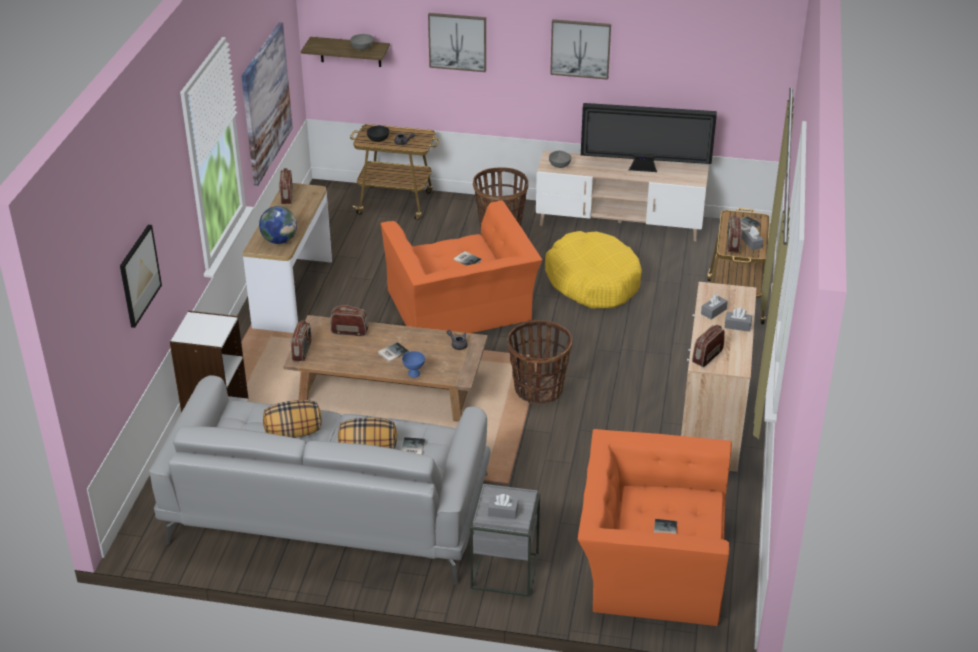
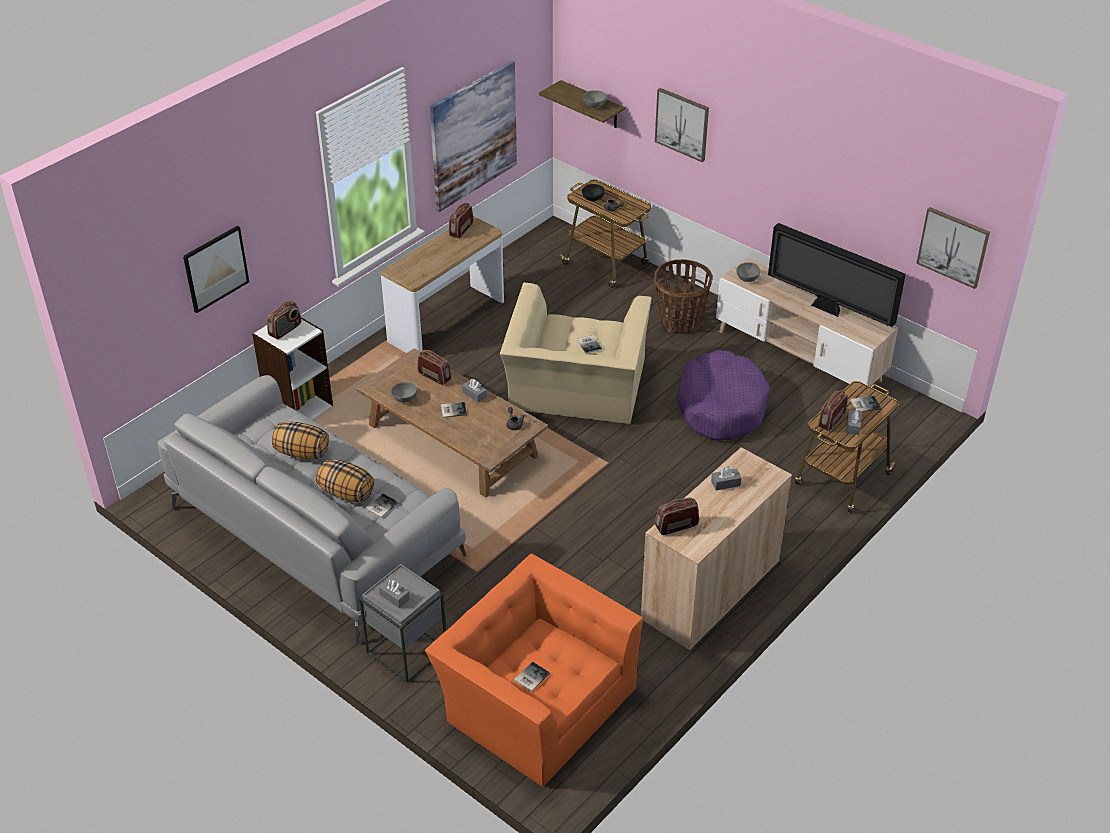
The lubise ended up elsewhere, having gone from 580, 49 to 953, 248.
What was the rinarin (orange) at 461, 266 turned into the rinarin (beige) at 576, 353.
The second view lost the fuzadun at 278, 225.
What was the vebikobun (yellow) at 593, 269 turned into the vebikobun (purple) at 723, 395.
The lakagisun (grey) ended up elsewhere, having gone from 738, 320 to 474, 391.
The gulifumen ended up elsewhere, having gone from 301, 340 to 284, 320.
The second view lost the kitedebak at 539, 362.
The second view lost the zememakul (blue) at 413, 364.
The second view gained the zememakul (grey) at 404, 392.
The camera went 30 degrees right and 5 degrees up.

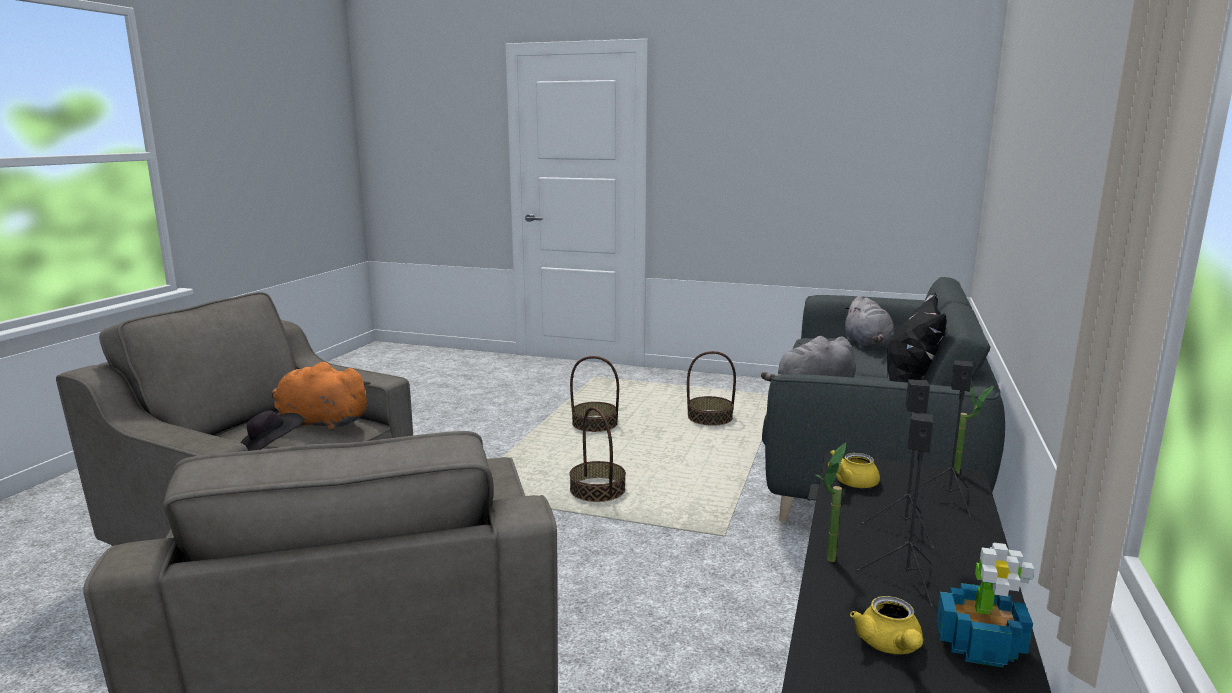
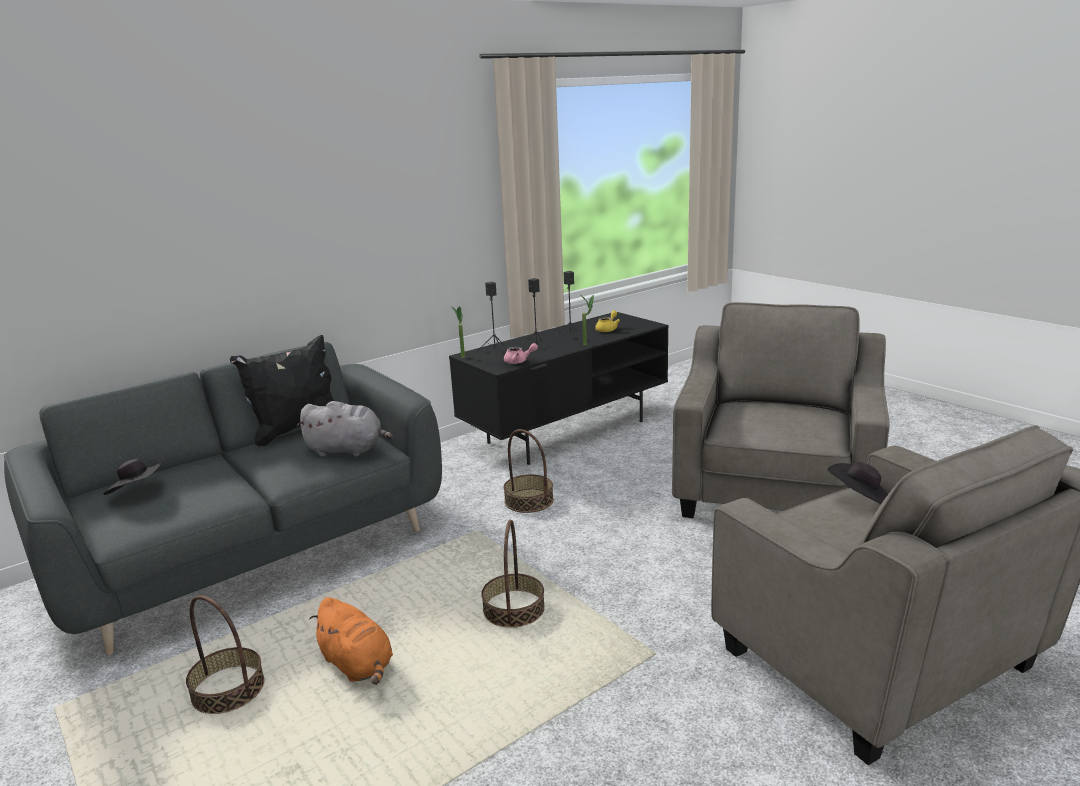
Where the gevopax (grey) stood at 869, 322, the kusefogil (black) came to stand at 133, 476.
The kitedebak ended up elsewhere, having gone from 594, 394 to 528, 471.
The gevopax (orange) ended up elsewhere, having gone from 321, 396 to 351, 641.
What was the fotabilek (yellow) at 854, 469 turned into the fotabilek (pink) at 521, 353.
The second view lost the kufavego at 985, 604.
The camera went 145 degrees left and 5 degrees up.

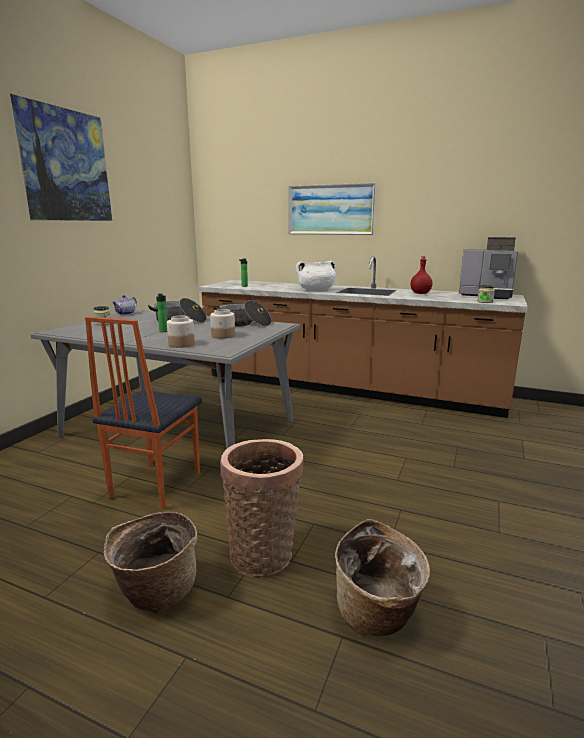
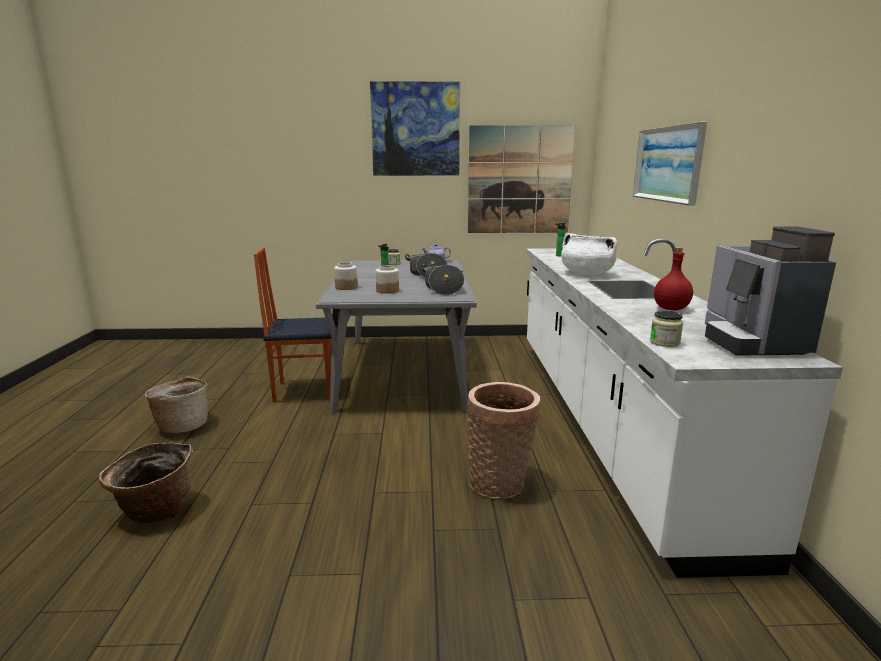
What was the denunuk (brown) at 363, 337 turned into the denunuk (white) at 684, 408.
The kitedebak ended up elsewhere, having gone from 262, 508 to 503, 441.
The second view gained the lubise at 521, 179.
The camera went 65 degrees right and 0 degrees up.

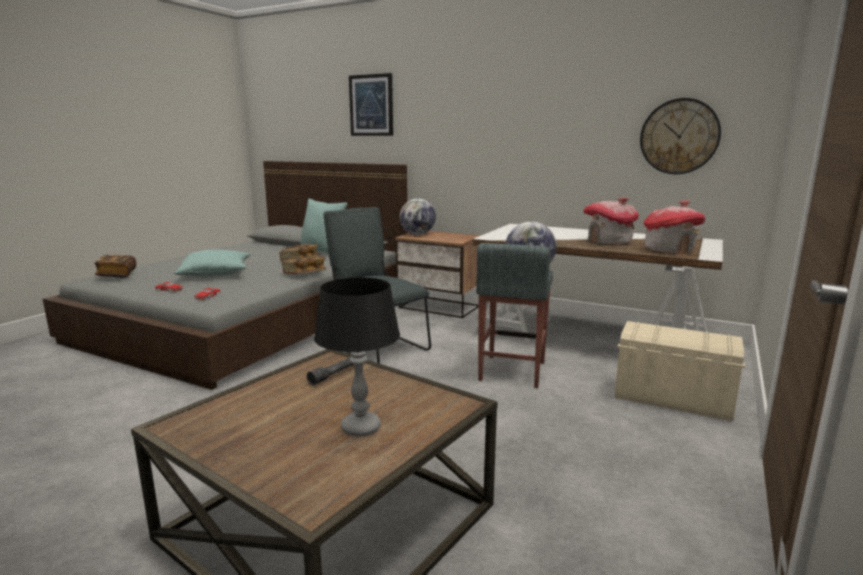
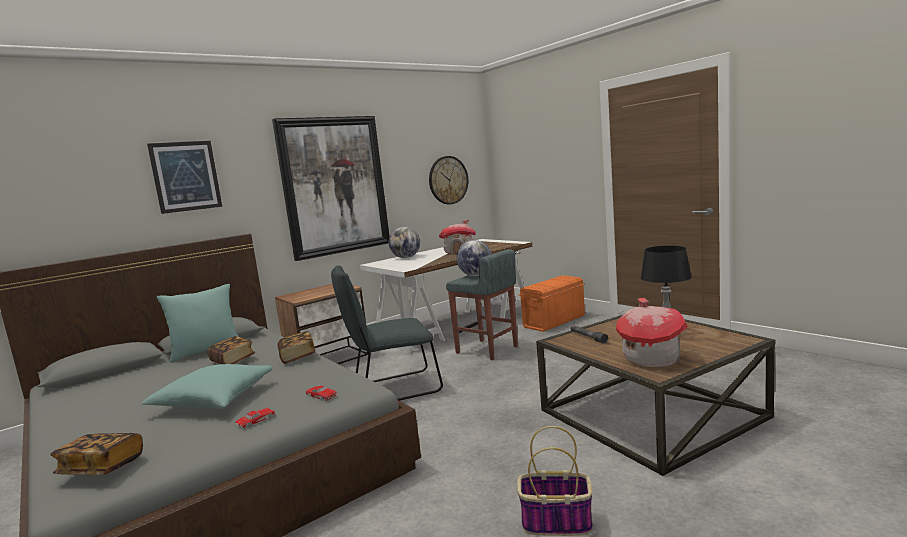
The fuzadun ended up elsewhere, having gone from 418, 216 to 404, 242.
The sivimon ended up elsewhere, having gone from 674, 227 to 652, 332.
What was the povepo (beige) at 680, 371 turned into the povepo (orange) at 552, 303.
The second view gained the lubise at 331, 188.
The second view gained the kitedebak at 555, 481.
The camera went 65 degrees left and 5 degrees down.

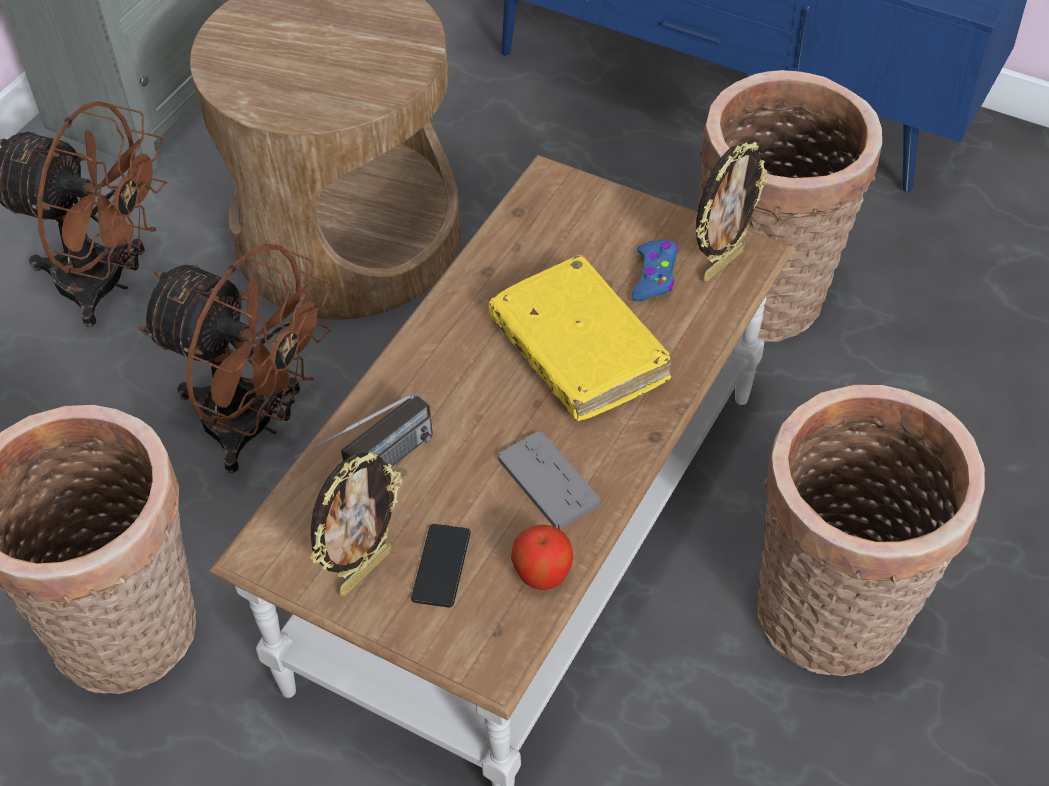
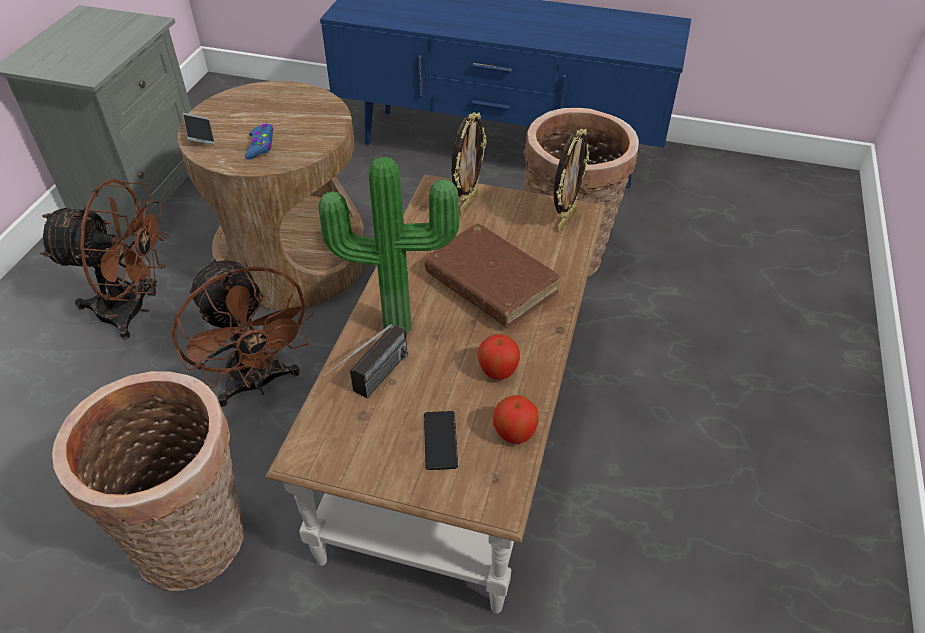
The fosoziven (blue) ended up elsewhere, having gone from 654, 270 to 259, 141.
The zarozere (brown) at 235, 358 ended up facing another way, 45 degrees clockwise from before.
What was the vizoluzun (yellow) at 580, 338 turned into the vizoluzun (brown) at 492, 275.
The second view lost the kitedebak at 871, 530.
Where the fosoziven (grey) stood at 549, 480, the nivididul came to stand at 498, 356.
The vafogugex ended up elsewhere, having gone from 356, 524 to 469, 163.
The second view gained the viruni at 199, 129.
The second view gained the kufavego at 389, 246.
The camera went 15 degrees left and 5 degrees down.

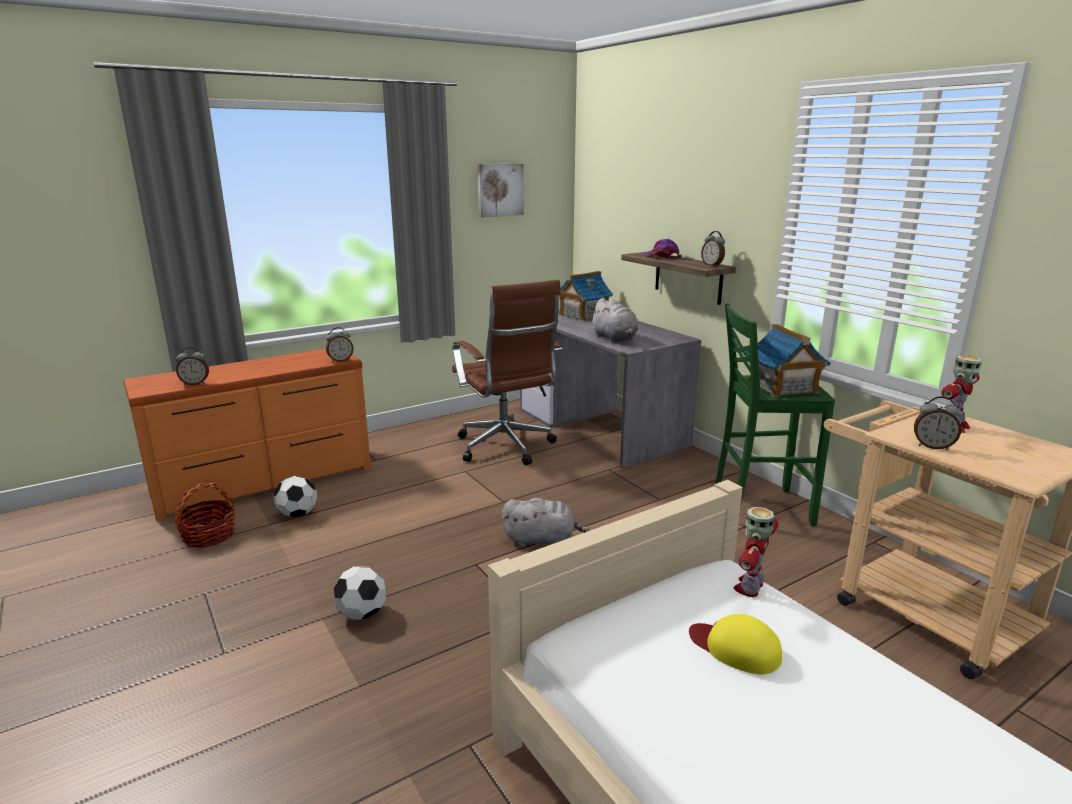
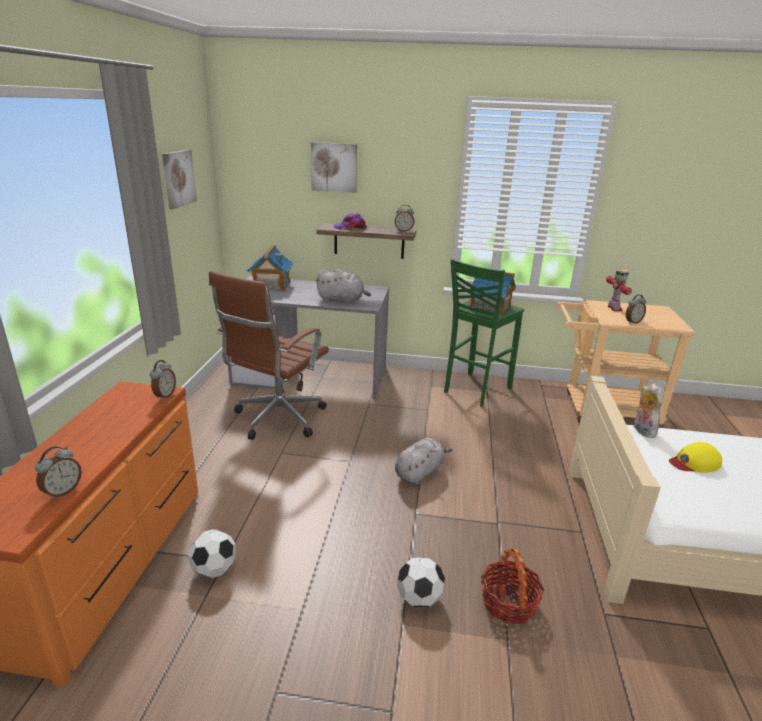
The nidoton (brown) at 507, 373 ended up facing another way, 105 degrees clockwise from before.
The kitedebak ended up elsewhere, having gone from 204, 515 to 512, 586.
Where the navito stood at 755, 552, the gevopax came to stand at 648, 411.
The second view gained the lubise at 334, 167.
The camera went 50 degrees left and 5 degrees up.

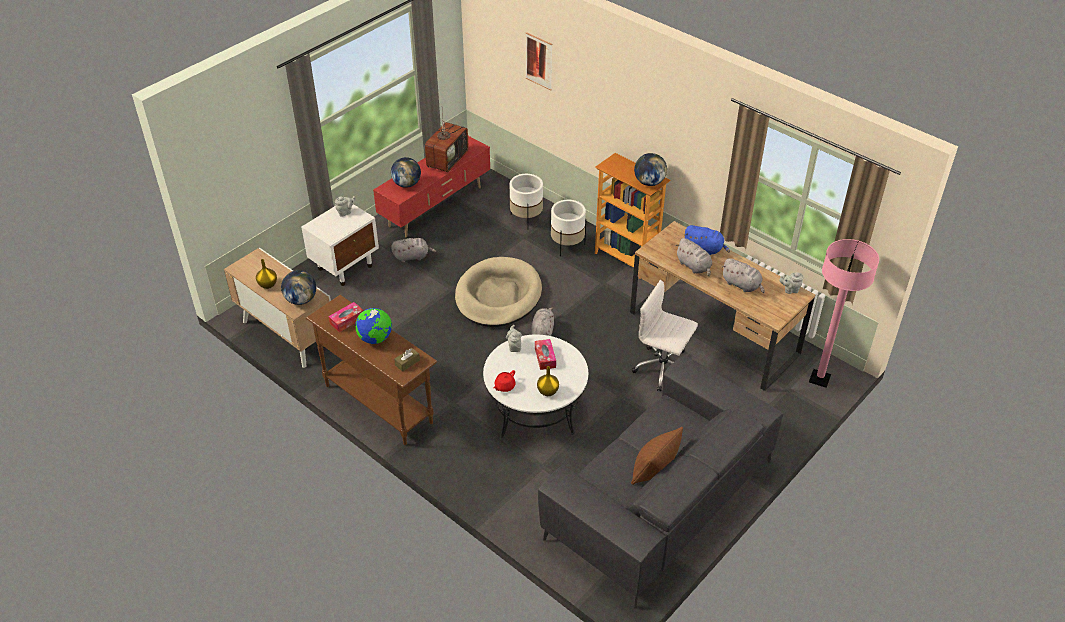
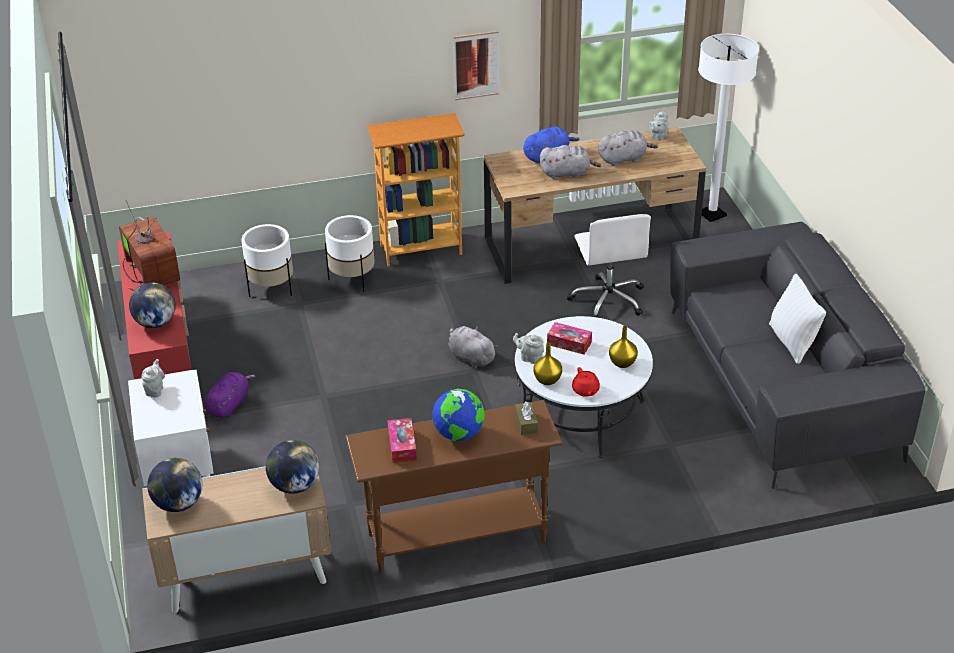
The lubise ended up elsewhere, having gone from 539, 61 to 476, 65.
The fuzadun ended up elsewhere, having gone from 650, 169 to 174, 485.
What was the gevopax (grey) at 413, 250 turned into the gevopax (purple) at 230, 395.
What was the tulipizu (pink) at 844, 313 turned into the tulipizu (white) at 728, 128.
The second view lost the vebikobun (beige) at 498, 292.
The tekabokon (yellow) ended up elsewhere, having gone from 266, 274 to 547, 364.
The nidoton (white) at 665, 336 ended up facing another way, 75 degrees counterclockwise from before.
What was the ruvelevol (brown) at 657, 456 turned into the ruvelevol (white) at 797, 318.
The camera went 55 degrees left and 5 degrees down.

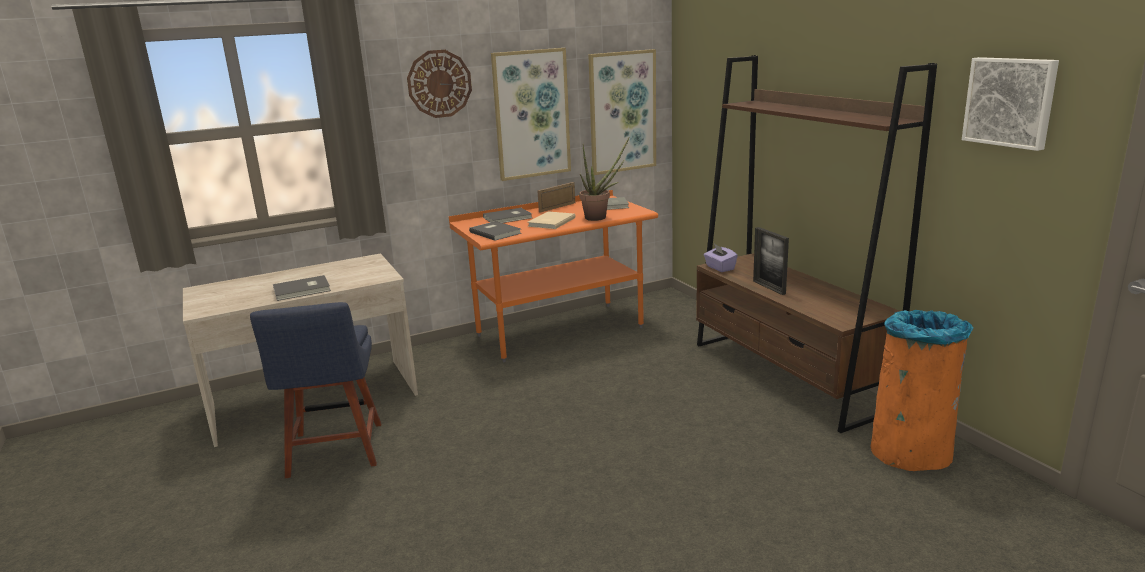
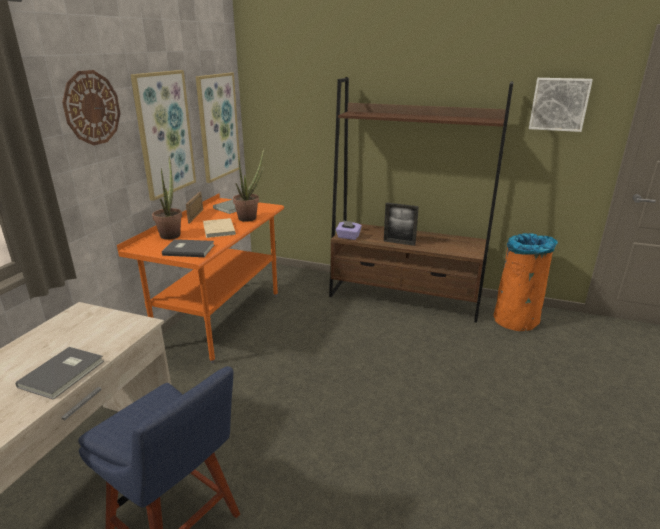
Where the vizoluzun (grey) stood at 507, 215, the kufavego came to stand at 167, 197.
The camera went 45 degrees left and 5 degrees up.

